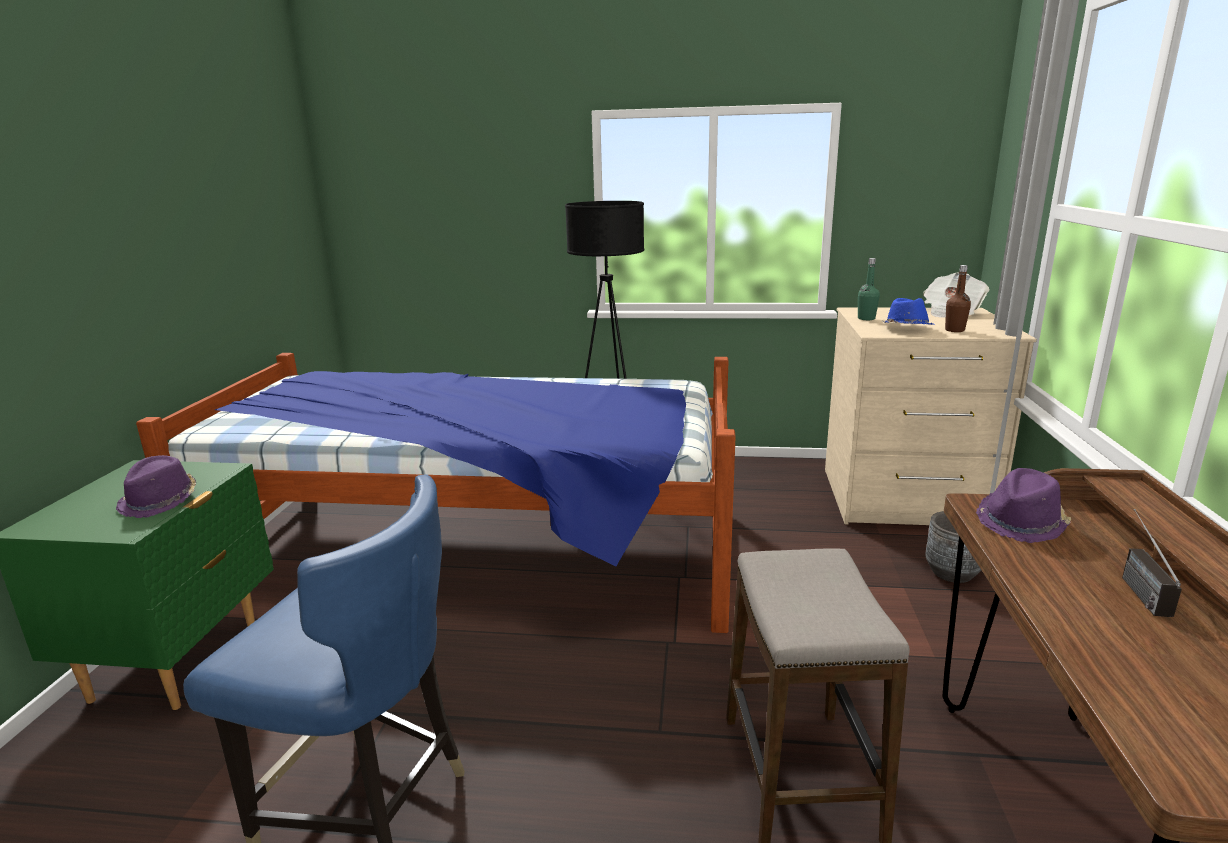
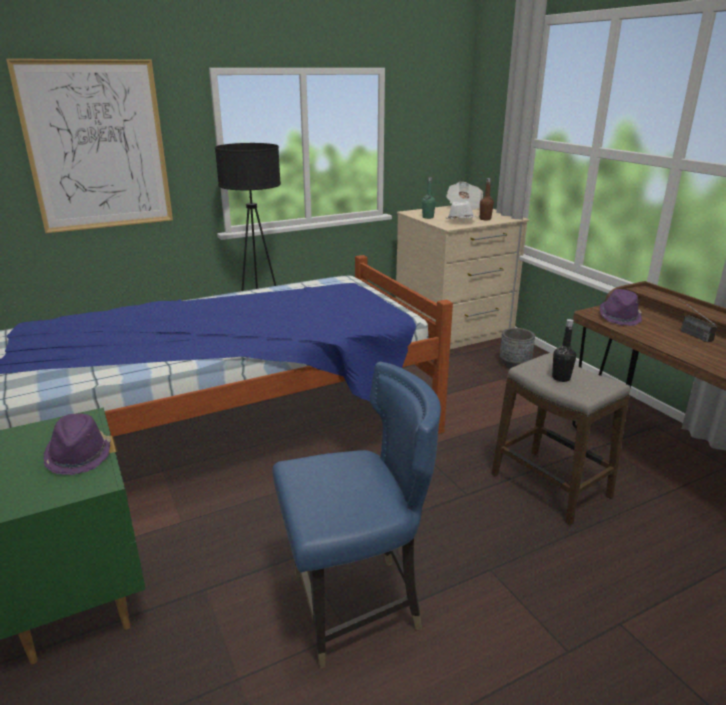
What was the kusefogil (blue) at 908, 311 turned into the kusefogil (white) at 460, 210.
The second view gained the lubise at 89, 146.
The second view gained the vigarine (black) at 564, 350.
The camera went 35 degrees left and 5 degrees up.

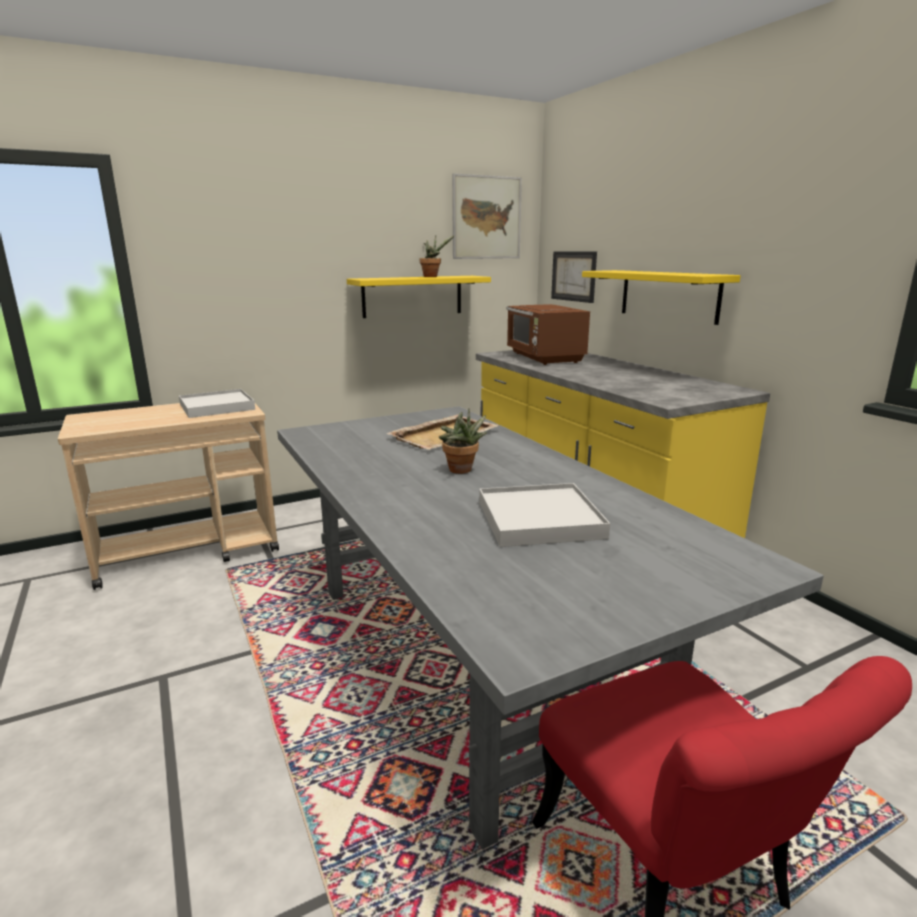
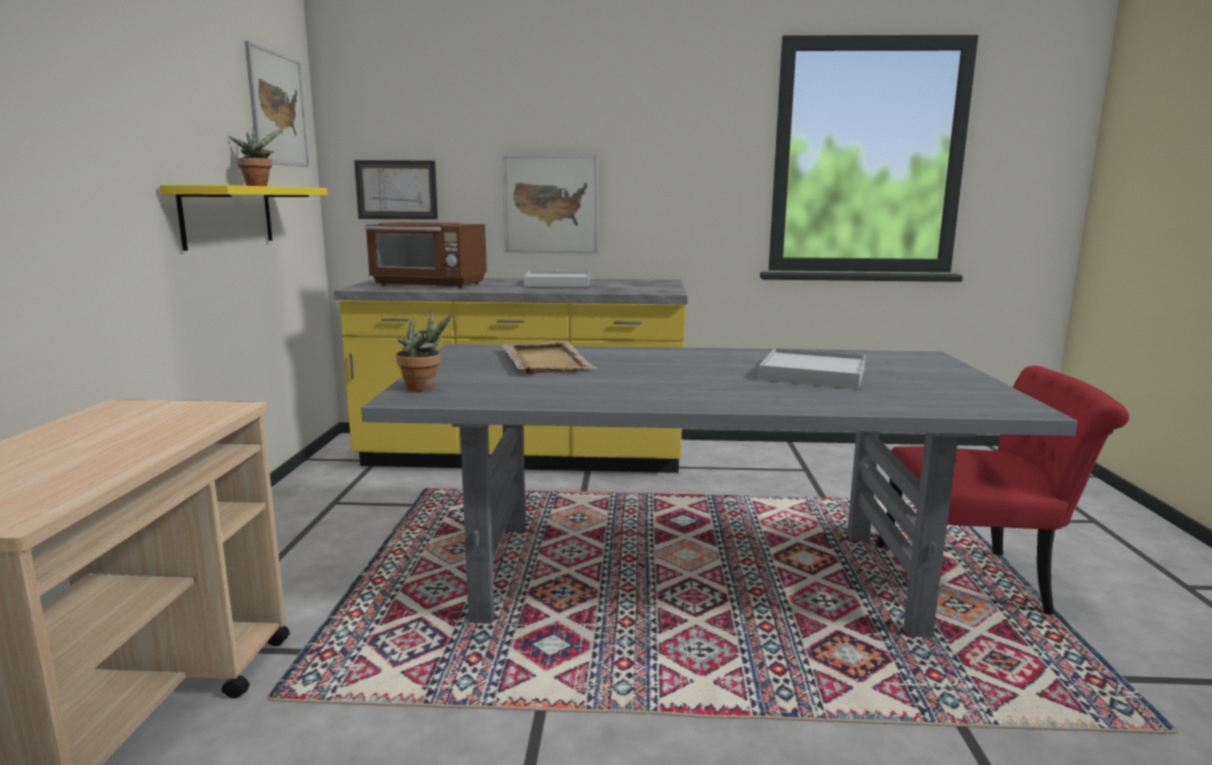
Where the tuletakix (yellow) hung at 661, 297, the lubise came to hang at 550, 204.
The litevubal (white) ended up elsewhere, having gone from 217, 403 to 556, 279.
The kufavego ended up elsewhere, having gone from 463, 441 to 424, 350.
The camera went 60 degrees left and 5 degrees down.

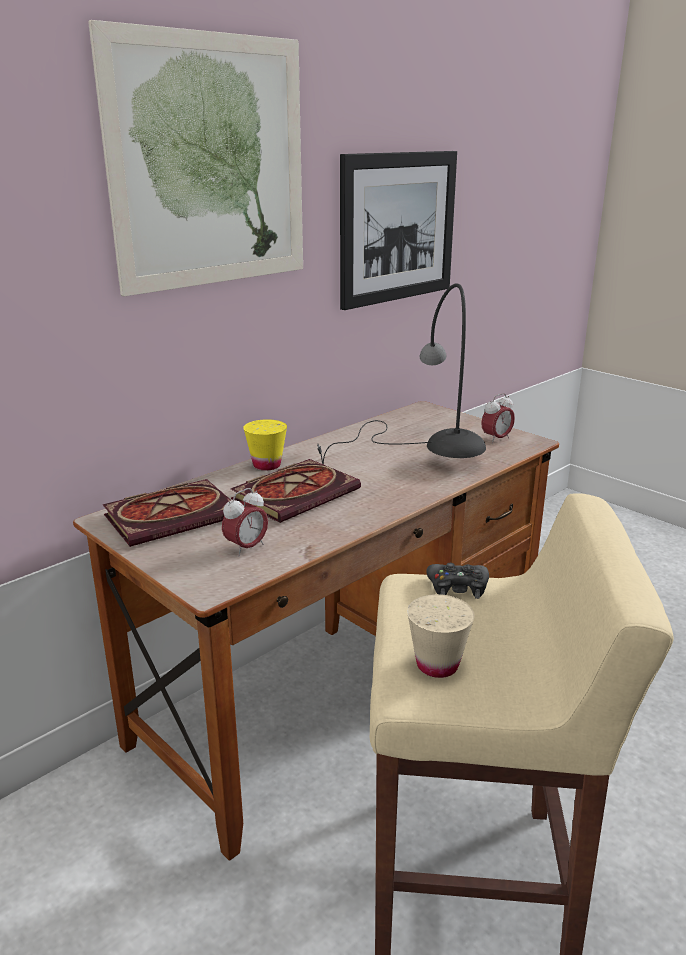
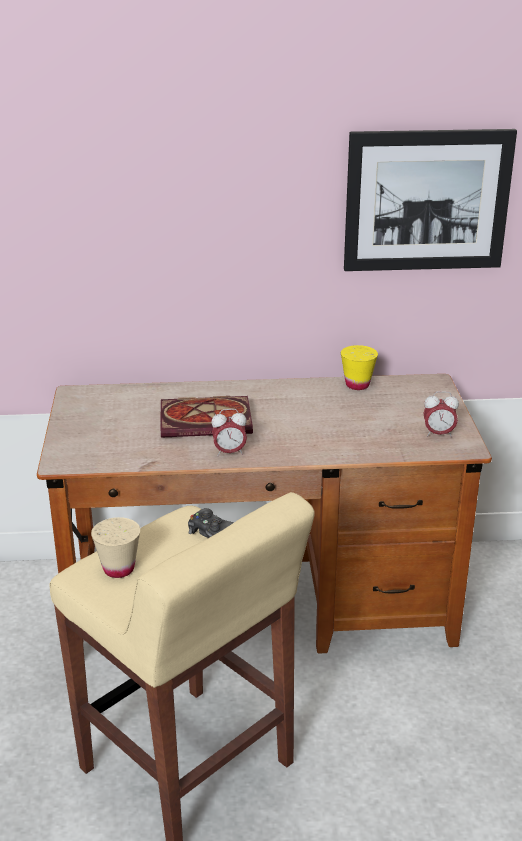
The second view lost the lubise at 195, 158.
The second view lost the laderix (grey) at 401, 374.
The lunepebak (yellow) ended up elsewhere, having gone from 265, 445 to 359, 367.
The second view lost the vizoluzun at 167, 513.
The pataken ended up elsewhere, having gone from 245, 522 to 229, 432.
The camera went 40 degrees right and 5 degrees up.

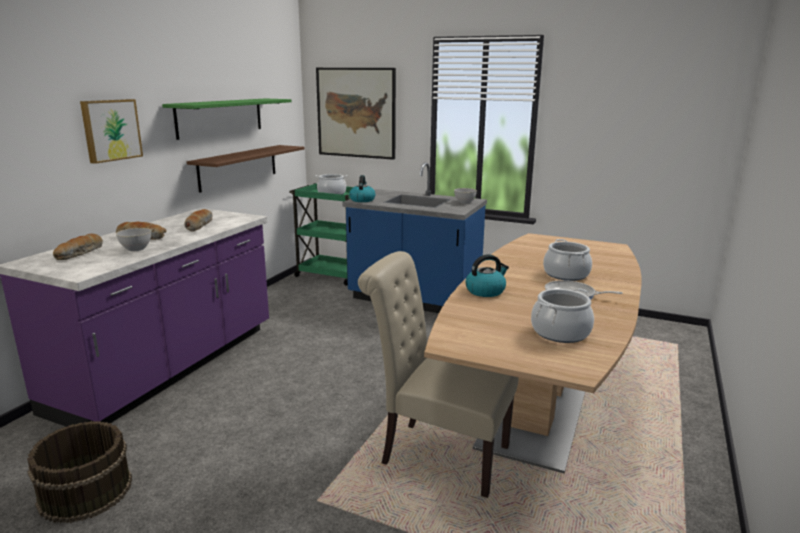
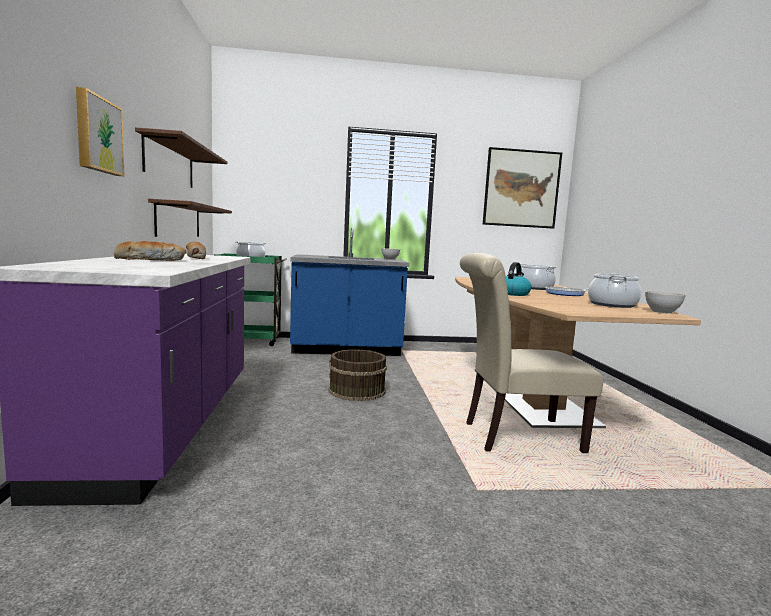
The lubise ended up elsewhere, having gone from 356, 114 to 522, 187.
What was the tuletakix (green) at 227, 119 turned into the tuletakix (brown) at 181, 157.
The second view lost the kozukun at 362, 188.
The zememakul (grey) ended up elsewhere, having gone from 133, 239 to 665, 302.
The second view lost the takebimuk at 78, 247.
The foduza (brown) ended up elsewhere, having gone from 79, 472 to 357, 375.
The camera went 30 degrees left and 10 degrees down.

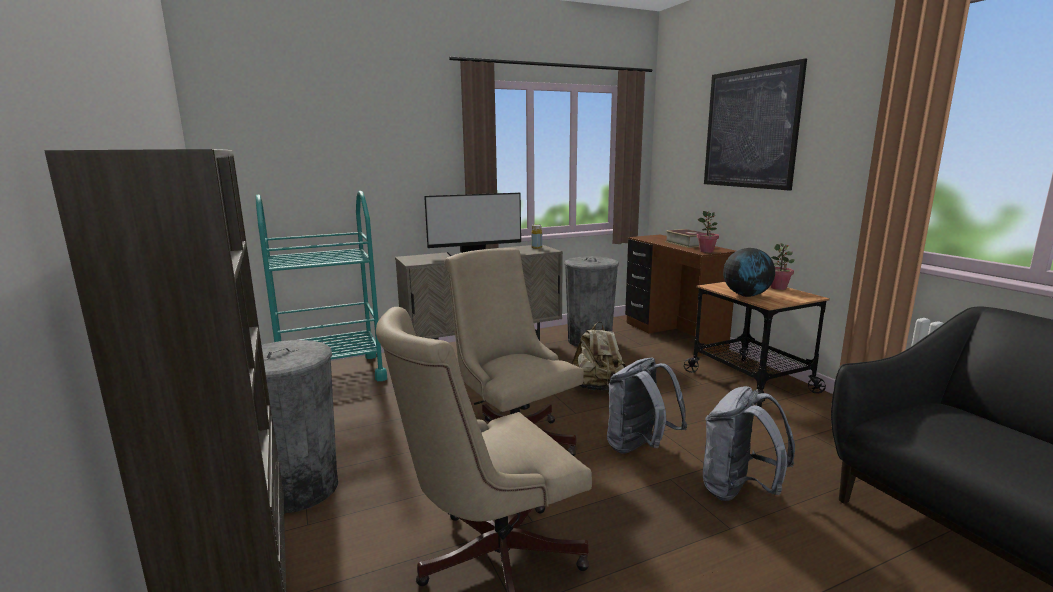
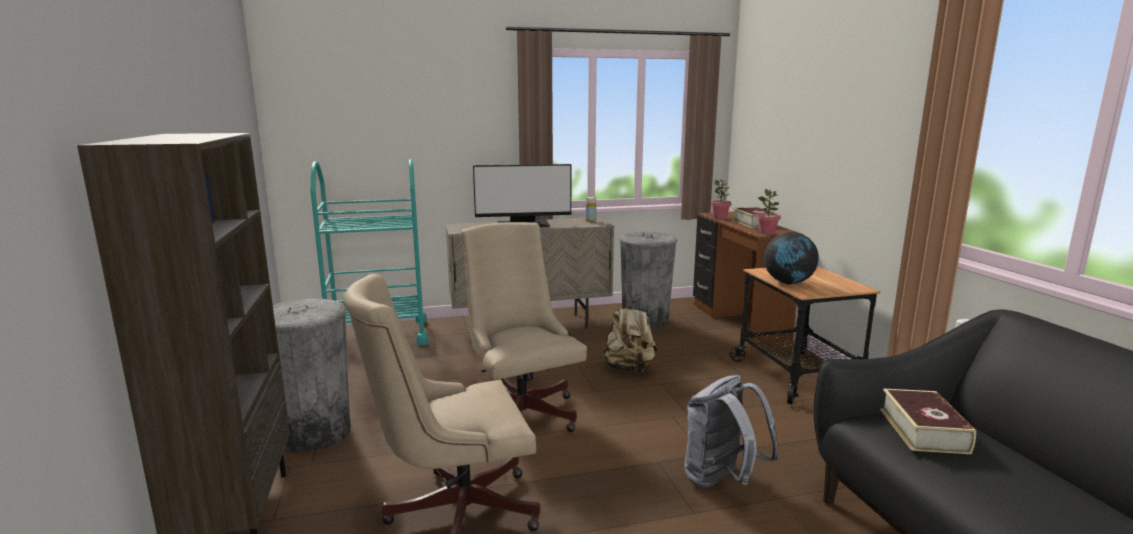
The second view lost the lubise at 755, 125.
The kufavego ended up elsewhere, having gone from 783, 266 to 721, 199.
The second view lost the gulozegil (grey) at 647, 405.
The second view gained the vizoluzun at 928, 421.
The camera went 10 degrees right and 0 degrees up.

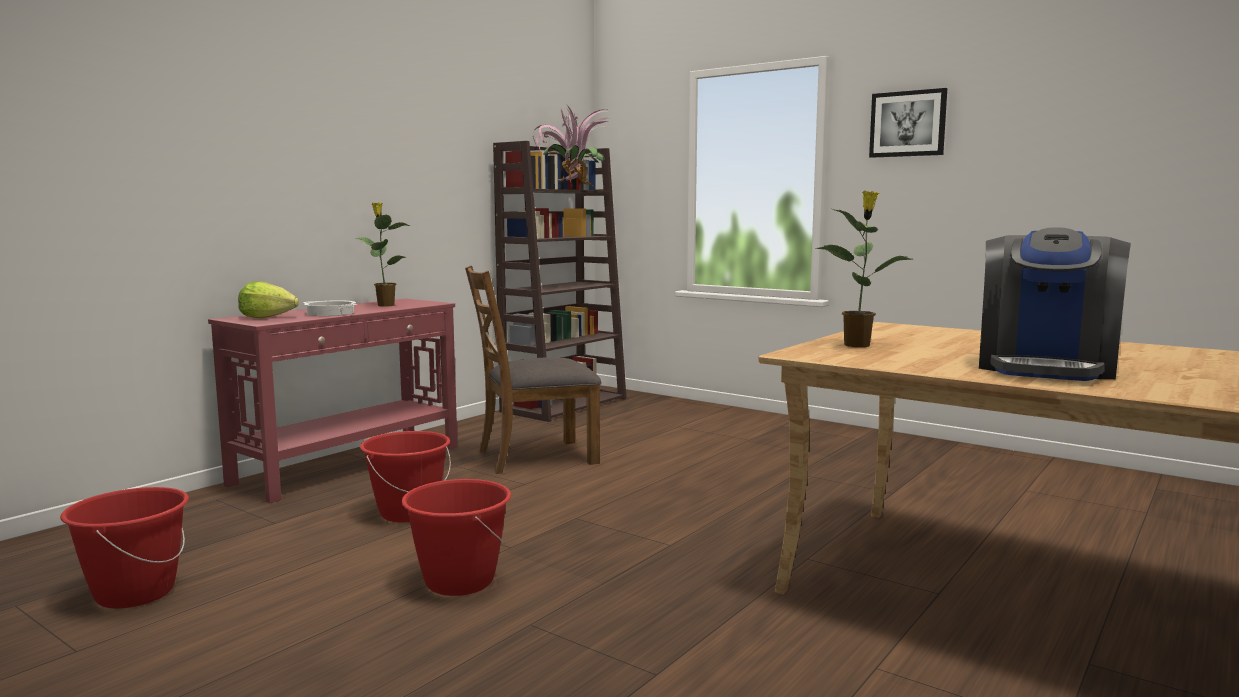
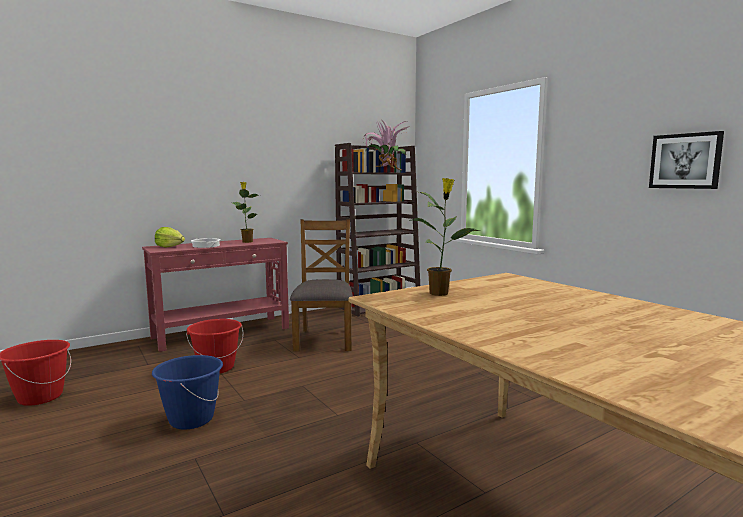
The lubise ended up elsewhere, having gone from 908, 123 to 686, 160.
The second view lost the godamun at 1055, 304.
The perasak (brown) at 533, 369 ended up facing another way, 90 degrees clockwise from before.
What was the foduza (red) at 456, 537 turned into the foduza (blue) at 187, 392.
The camera went 20 degrees right and 0 degrees up.

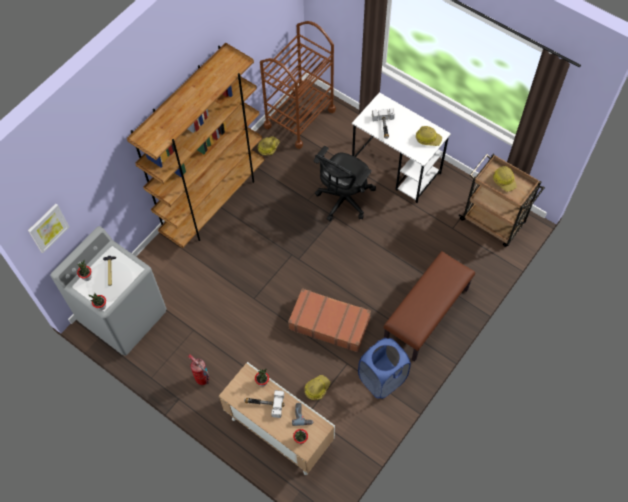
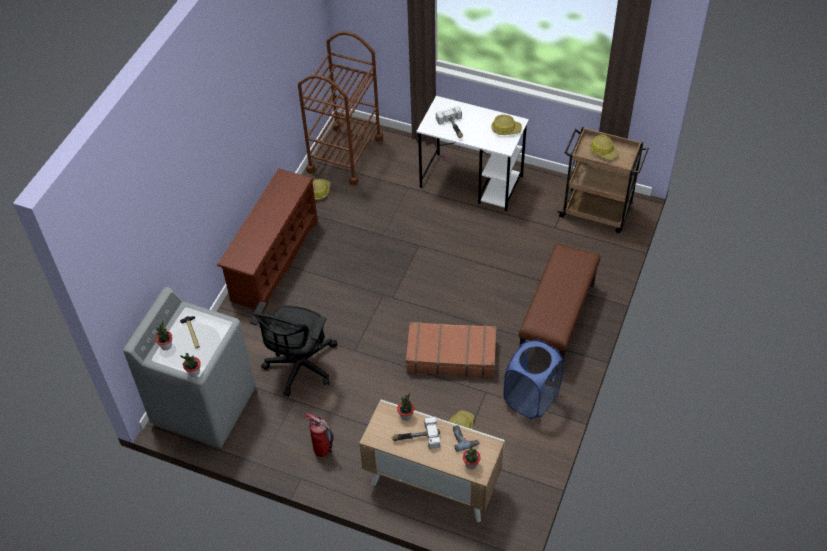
Where the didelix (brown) stood at 196, 145, the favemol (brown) came to stand at 267, 241.
The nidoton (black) ended up elsewhere, having gone from 344, 183 to 293, 349.
The second view lost the lubise at 48, 228.
The camera went 15 degrees left and 10 degrees down.

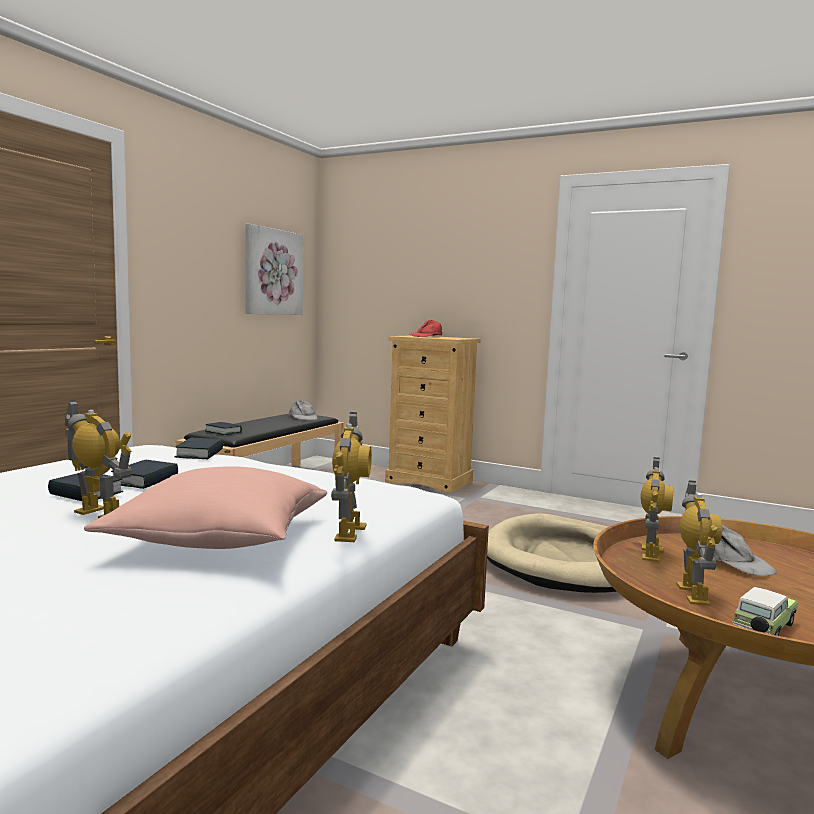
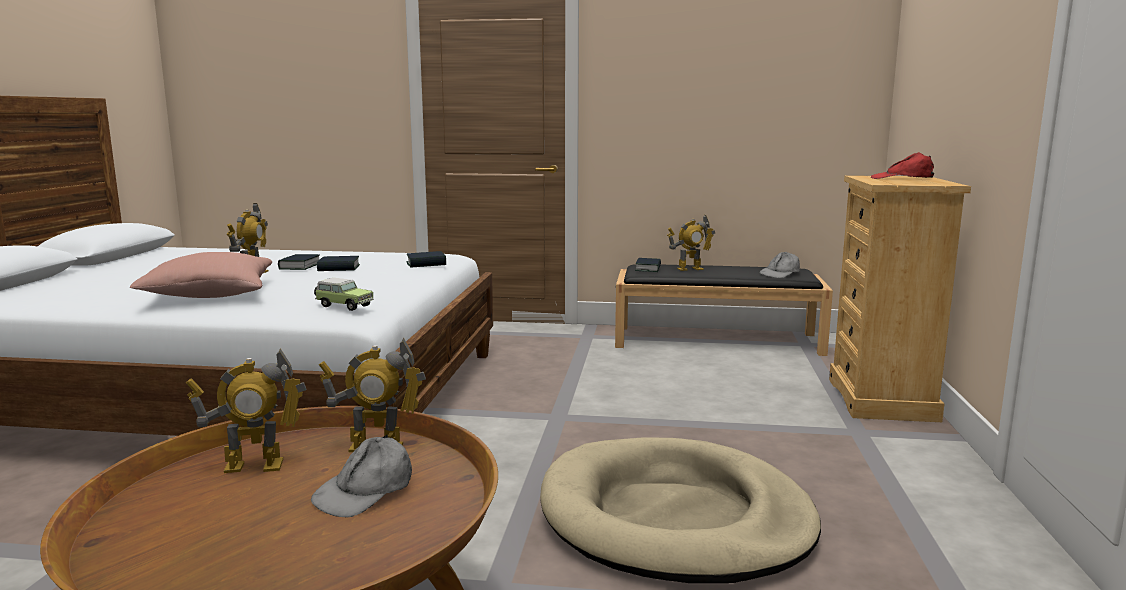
The second view lost the lubise at 274, 269.
The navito ended up elsewhere, having gone from 351, 477 to 691, 243.
The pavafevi ended up elsewhere, having gone from 765, 611 to 344, 294.
The camera went 70 degrees right and 5 degrees up.

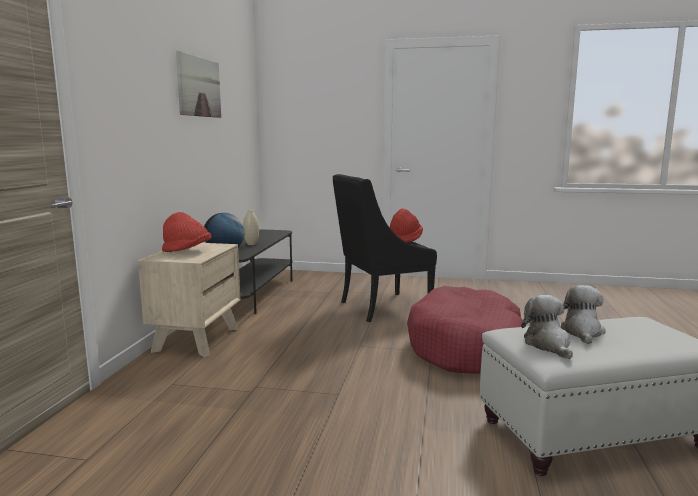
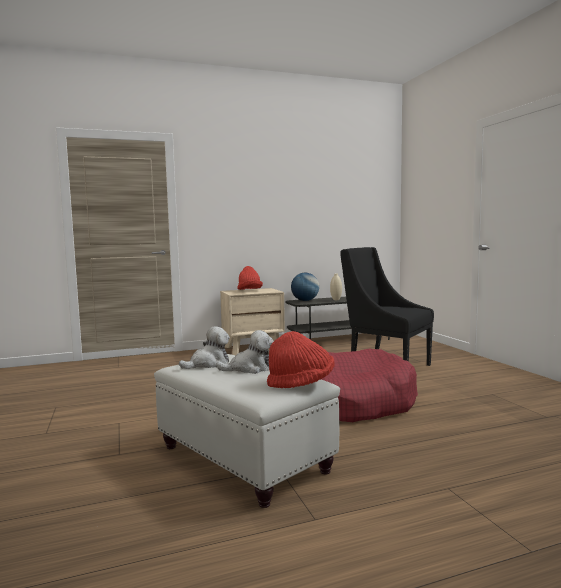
The second view lost the lubise at 198, 84.
The kusefogil (red) ended up elsewhere, having gone from 406, 225 to 301, 359.
The camera went 60 degrees right and 5 degrees down.

